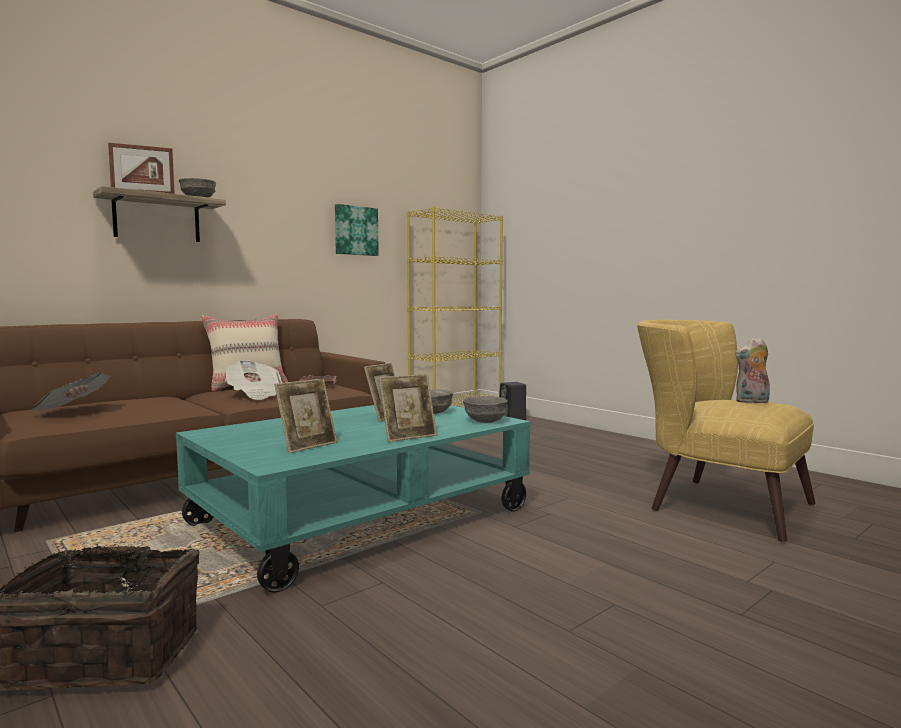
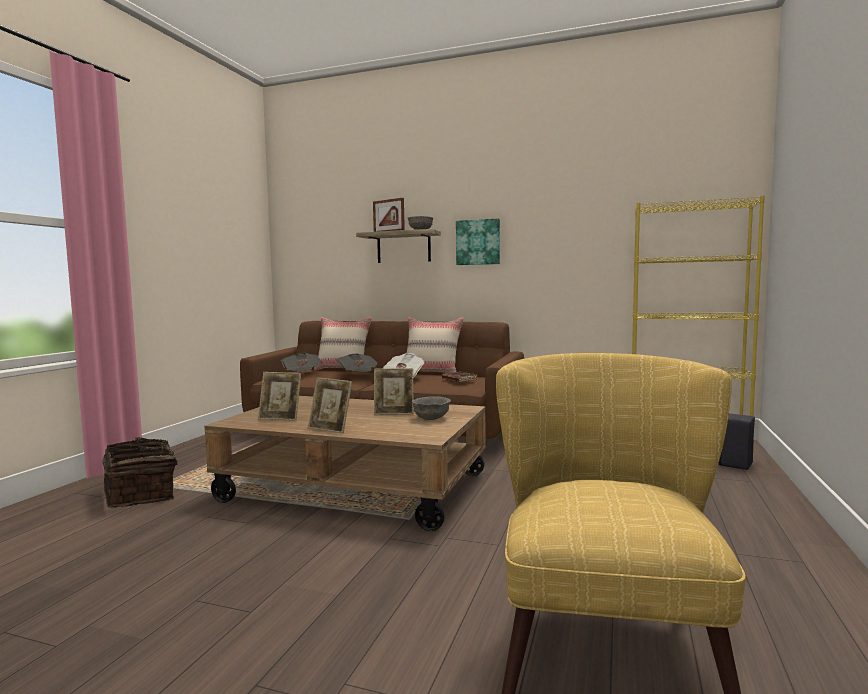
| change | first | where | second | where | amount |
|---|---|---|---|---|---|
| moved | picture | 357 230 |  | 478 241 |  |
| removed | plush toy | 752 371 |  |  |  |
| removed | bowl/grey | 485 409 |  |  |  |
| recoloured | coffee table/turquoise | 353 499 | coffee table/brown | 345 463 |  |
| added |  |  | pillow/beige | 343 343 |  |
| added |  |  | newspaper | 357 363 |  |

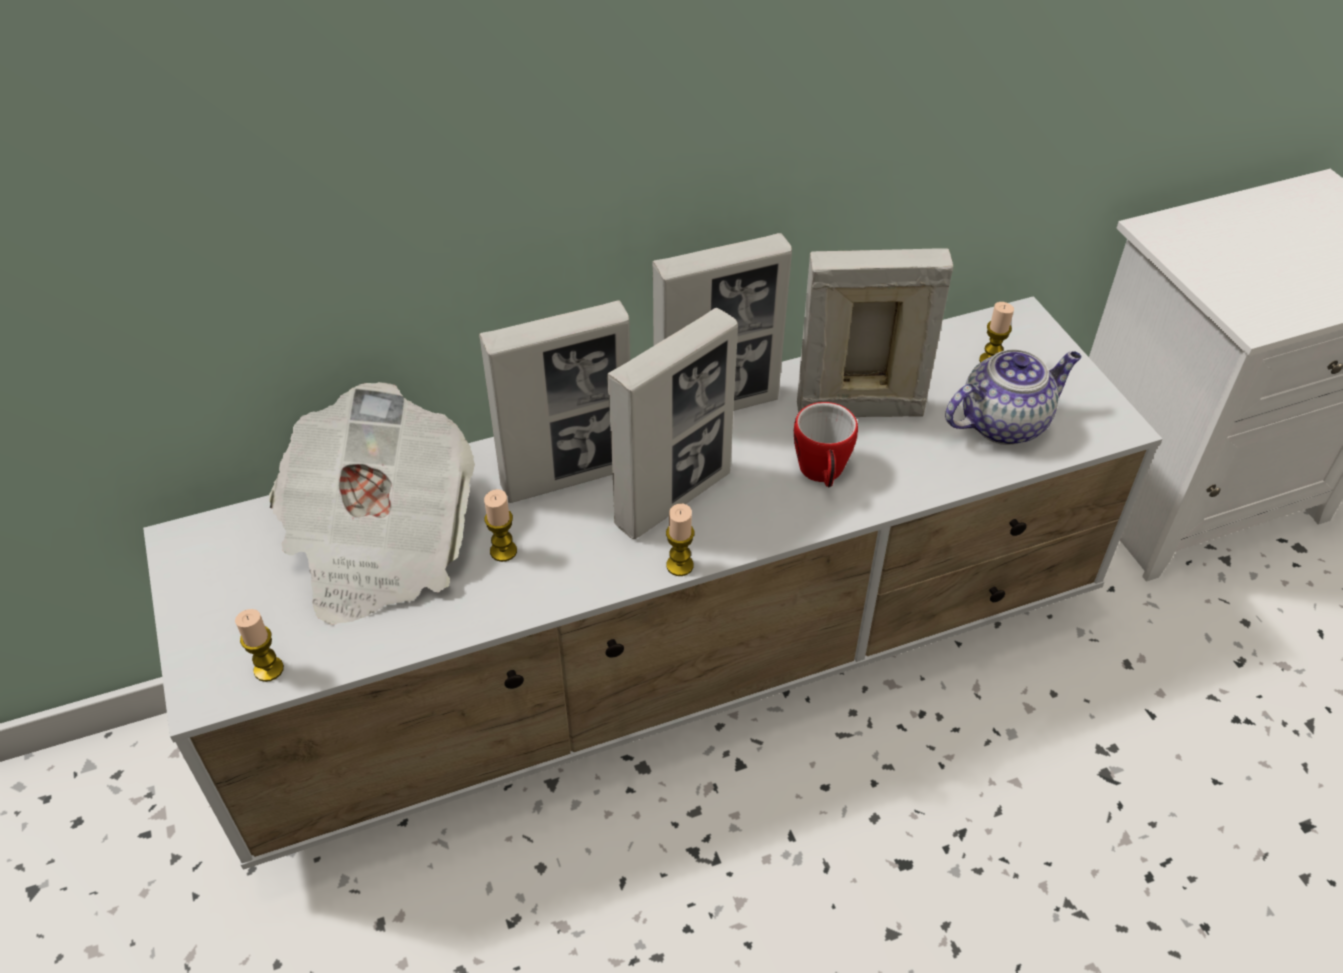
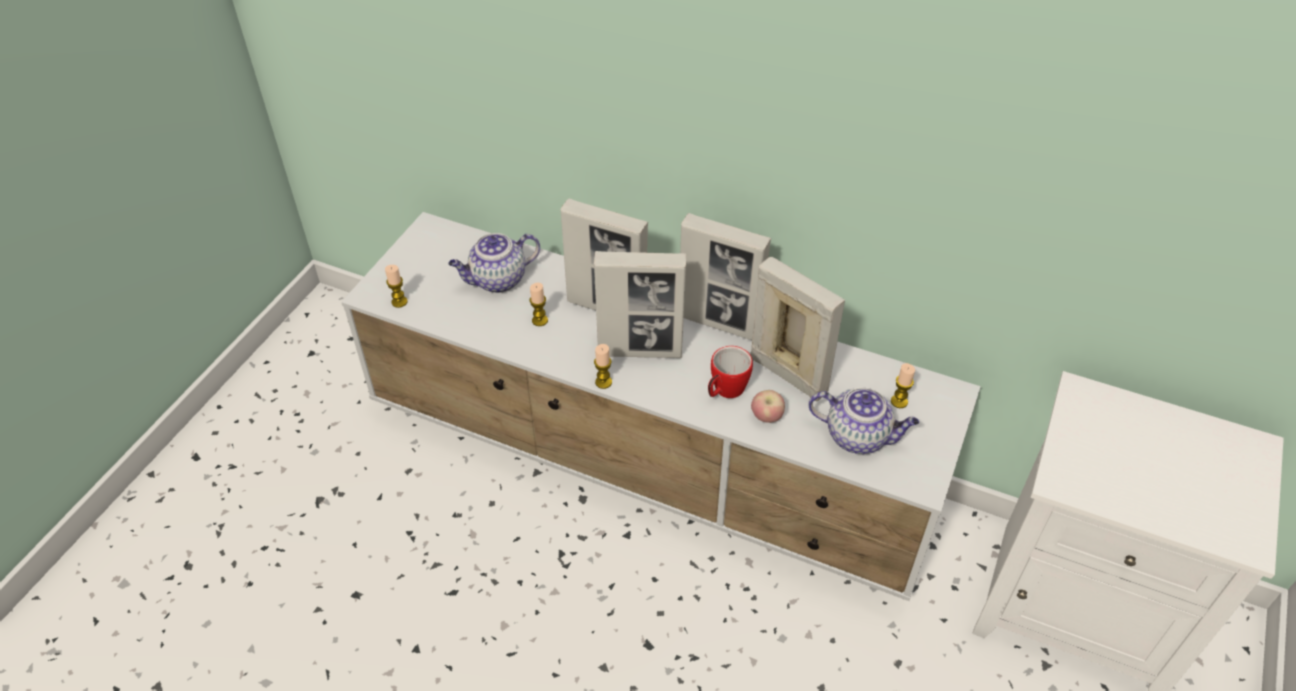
| change | first | where | second | where | amount |
|---|---|---|---|---|---|
| replaced | newspaper | 372 503 | teapot | 494 263 |  |
| added |  |  | apple | 768 406 |  |

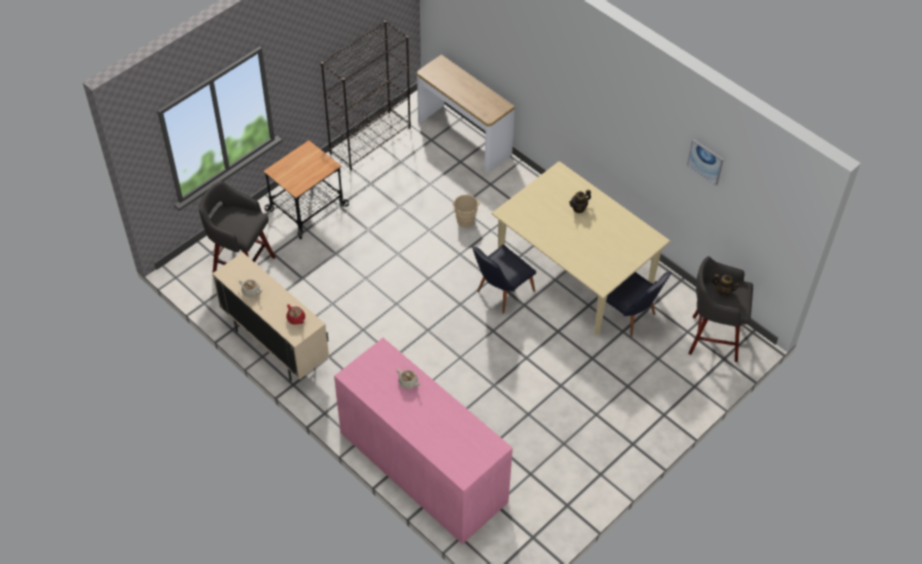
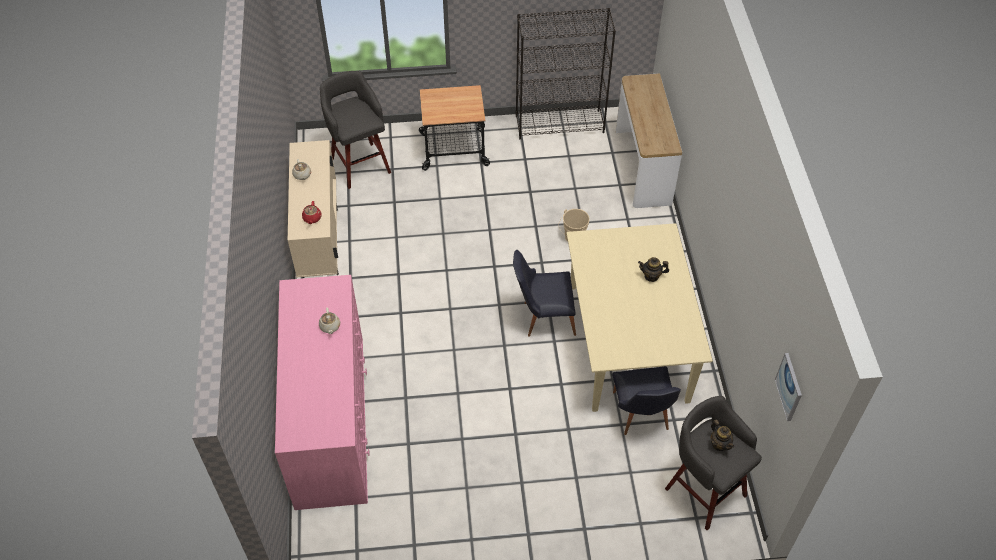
| change | first | where | second | where | amount |
|---|---|---|---|---|---|
| moved | picture | 705 162 |  | 788 387 |  |

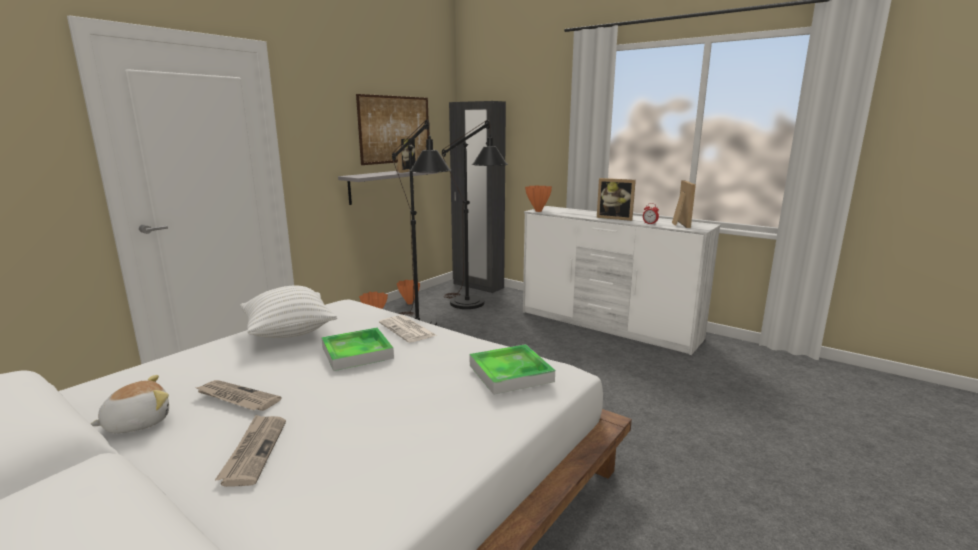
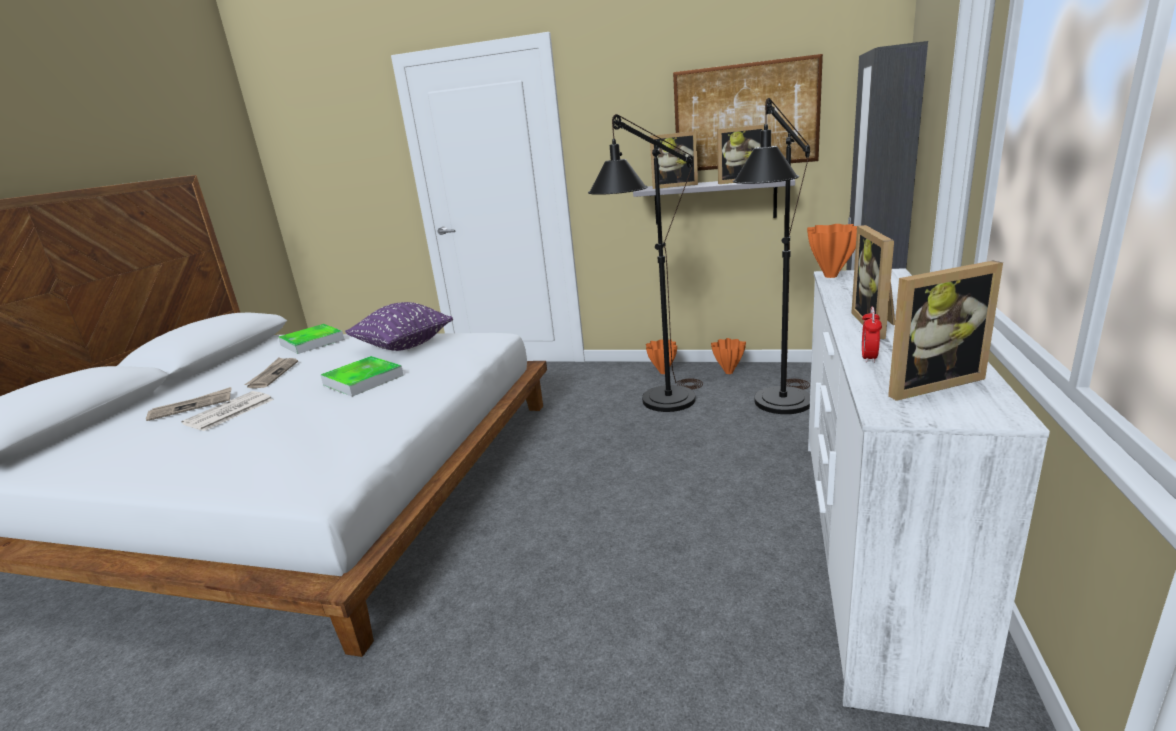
| change | first | where | second | where | amount |
|---|---|---|---|---|---|
| recoloured | pillow/white | 288 311 | pillow/purple | 399 326 |  |
| moved | newspaper | 408 329 |  | 227 411 |  |
| moved | tray | 512 369 |  | 311 339 |  |
| removed | plush toy | 130 404 |  |  |  |
| added |  |  | picture frame | 674 160 |  |

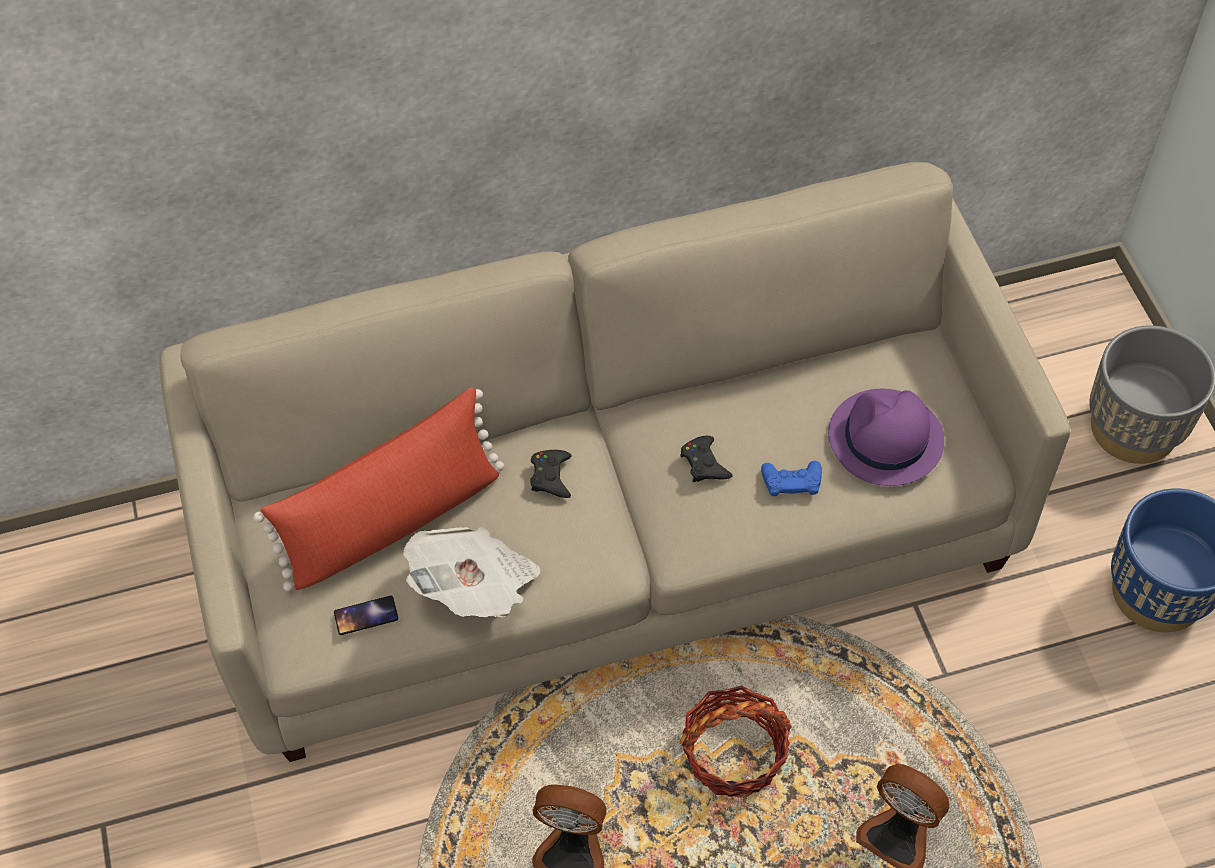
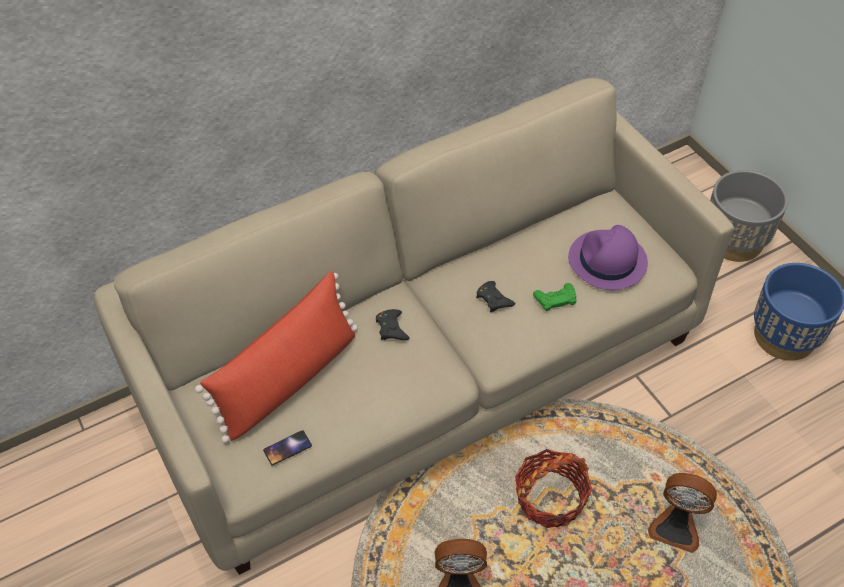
| change | first | where | second | where | amount |
|---|---|---|---|---|---|
| recoloured | game controller/blue | 791 478 | game controller/green | 555 297 |  |
| removed | newspaper | 472 572 |  |  |  |

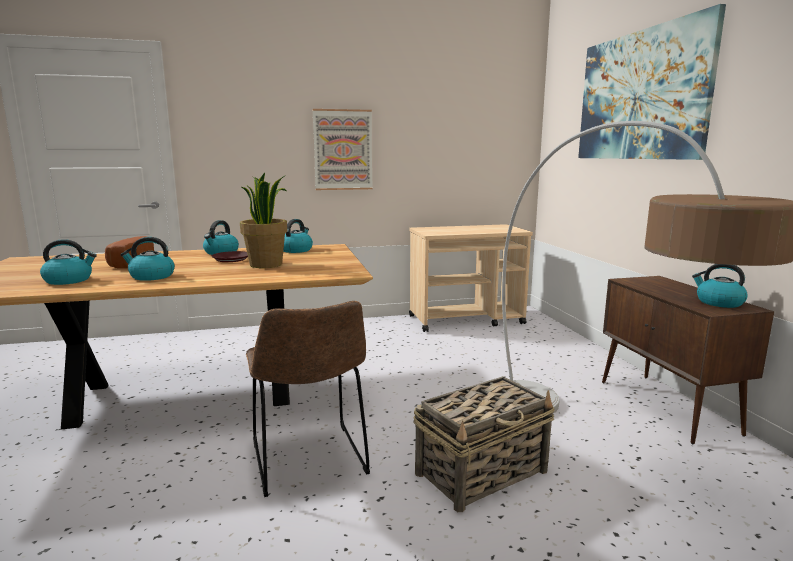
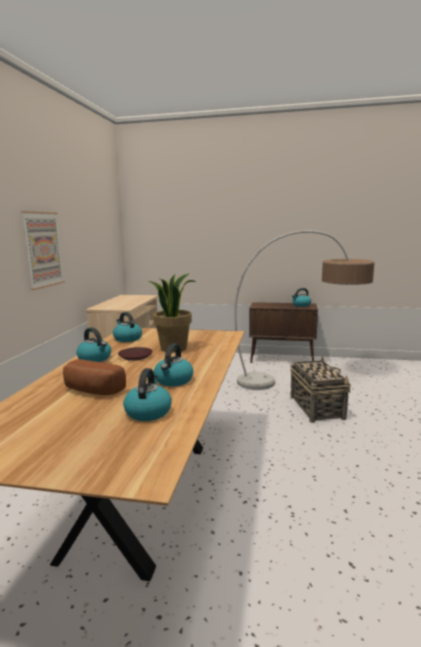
| change | first | where | second | where | amount |
|---|---|---|---|---|---|
| removed | picture | 652 82 |  |  |  |
| removed | chair/brown | 308 399 |  |  |  |

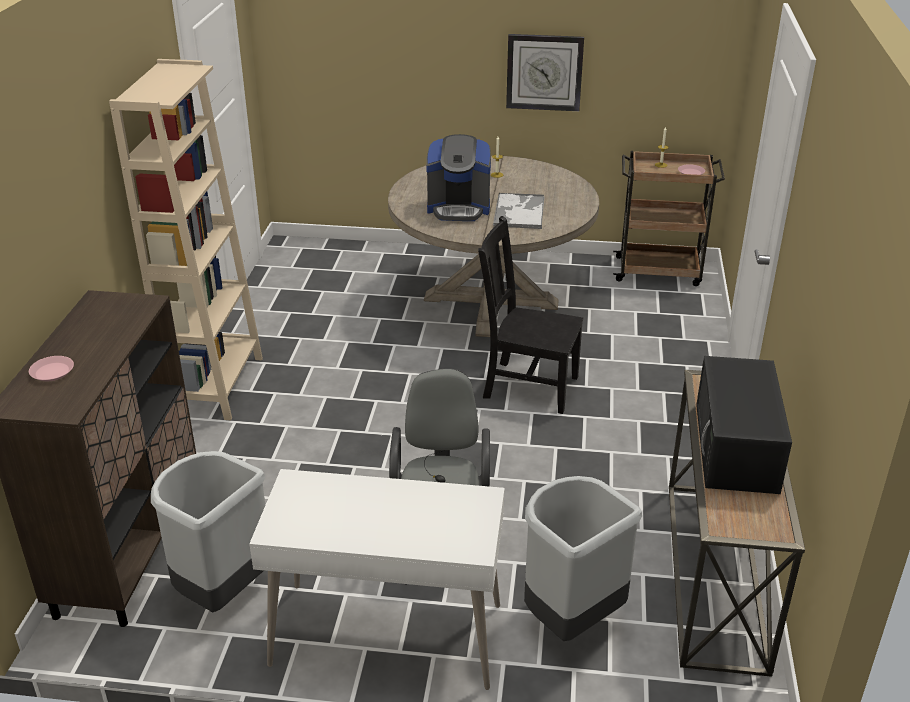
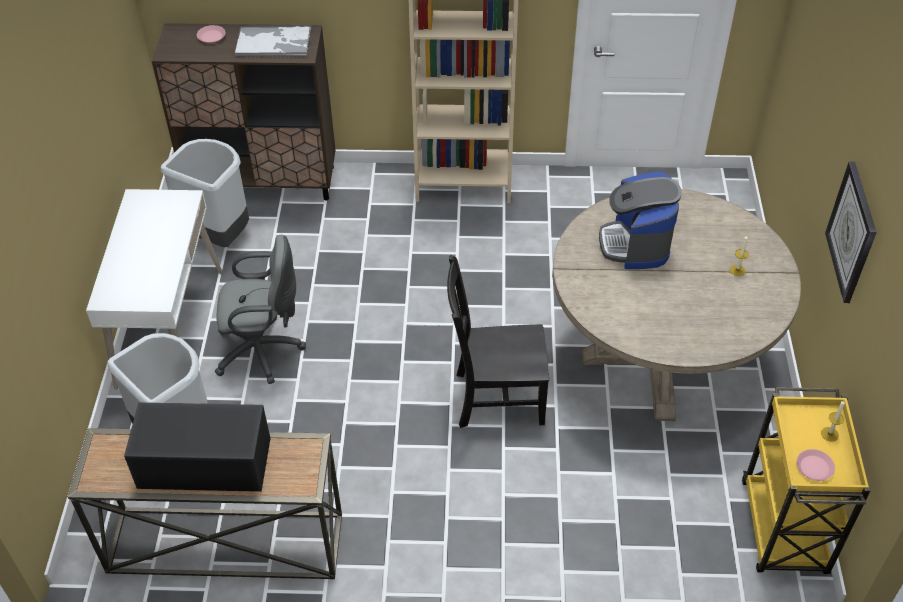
| change | first | where | second | where | amount |
|---|---|---|---|---|---|
| recoloured | cart/brown | 669 218 | cart/yellow | 806 480 |  |
| moved | tray | 519 211 |  | 272 40 |  |
| turned | chair/black | 530 315 |  | 498 341 | 105 degrees counterclockwise |

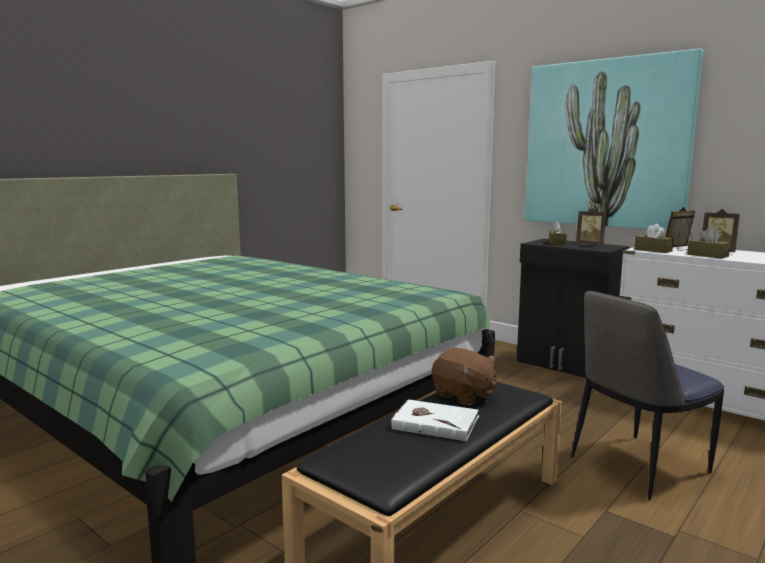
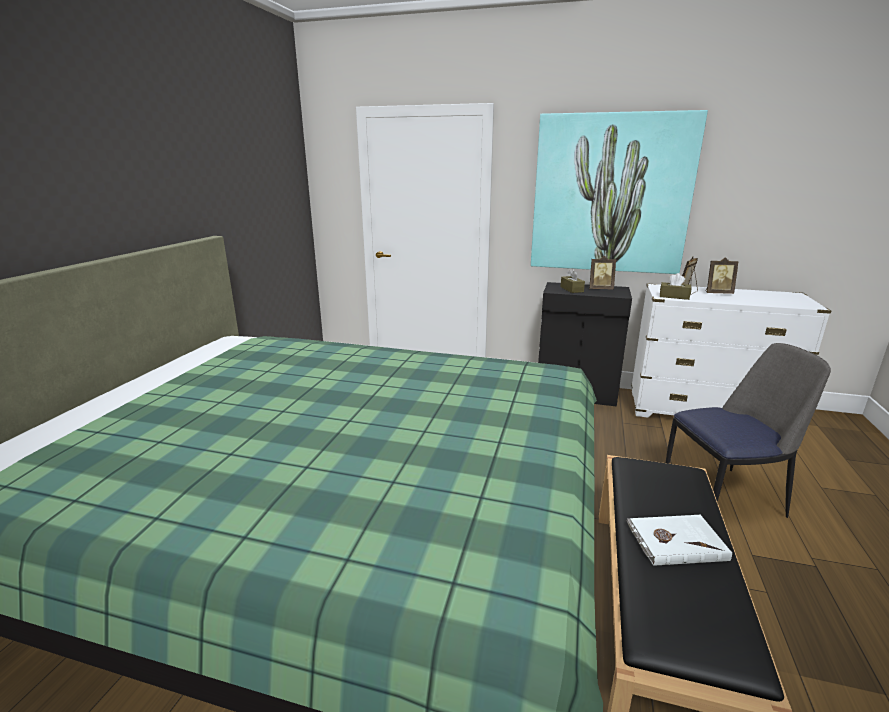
| change | first | where | second | where | amount |
|---|---|---|---|---|---|
| removed | tissue box/brown | 708 243 |  |  |  |
| turned | chair | 647 396 |  | 748 430 | 135 degrees counterclockwise |
| removed | plush toy/brown | 464 376 |  |  |  |

